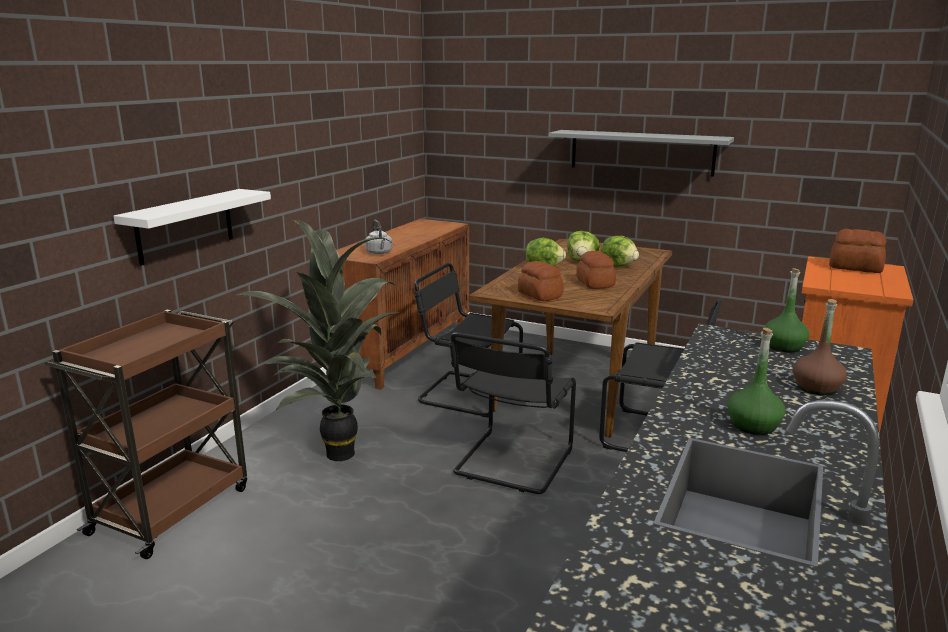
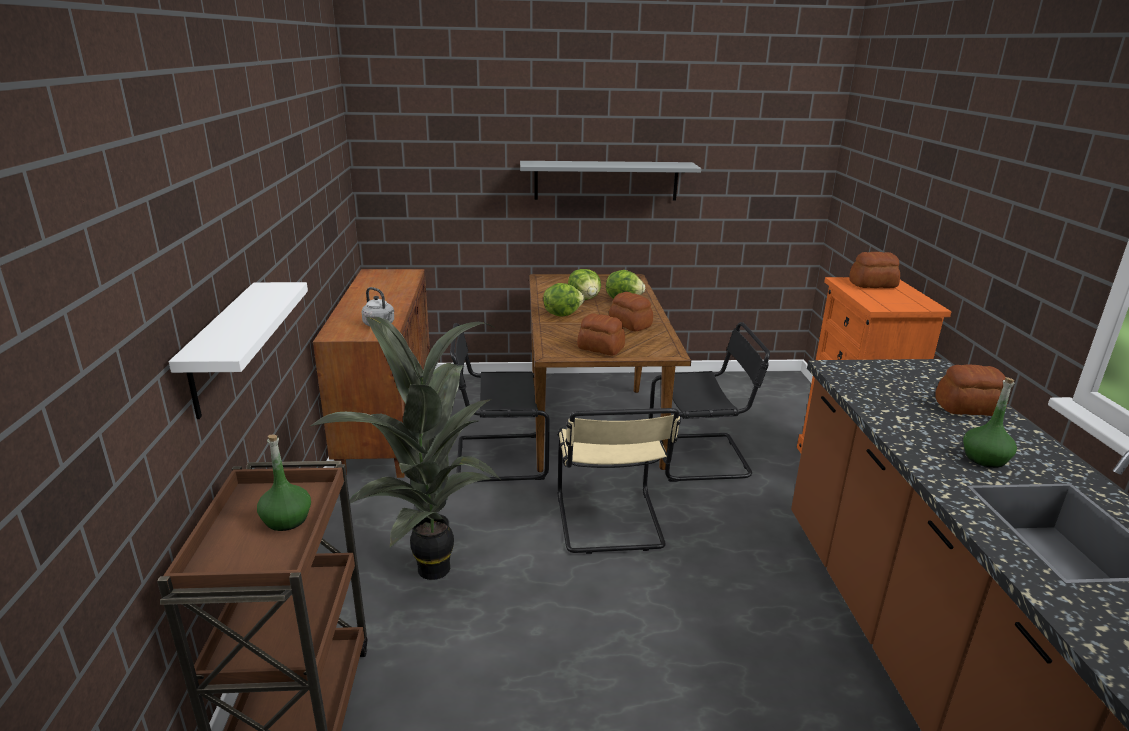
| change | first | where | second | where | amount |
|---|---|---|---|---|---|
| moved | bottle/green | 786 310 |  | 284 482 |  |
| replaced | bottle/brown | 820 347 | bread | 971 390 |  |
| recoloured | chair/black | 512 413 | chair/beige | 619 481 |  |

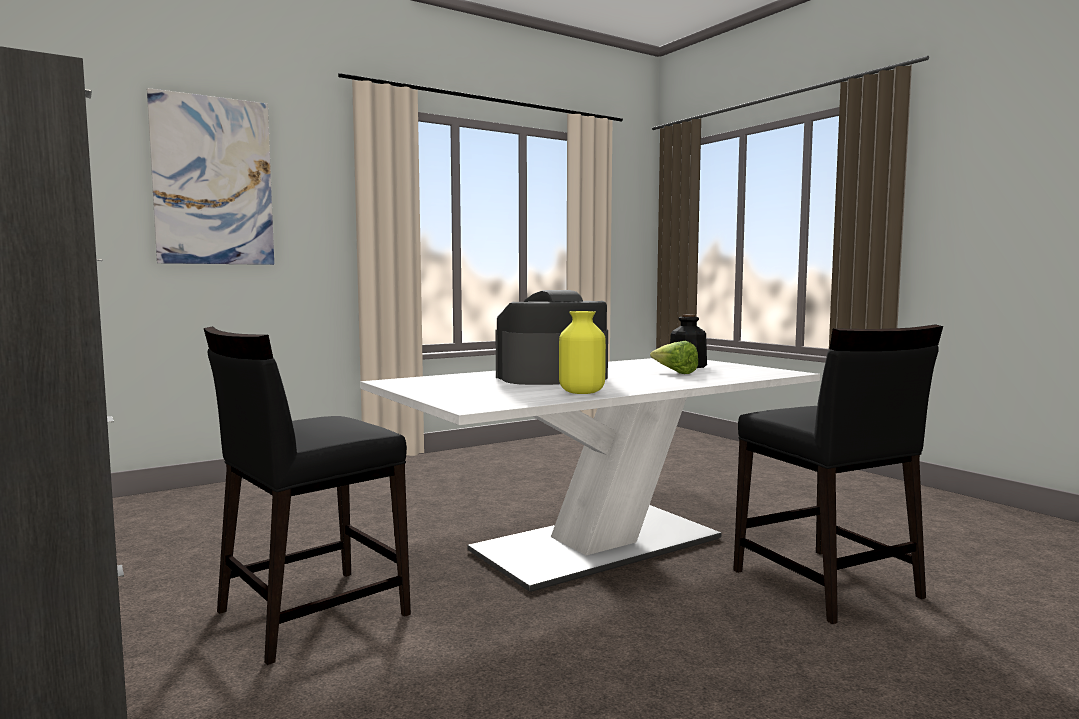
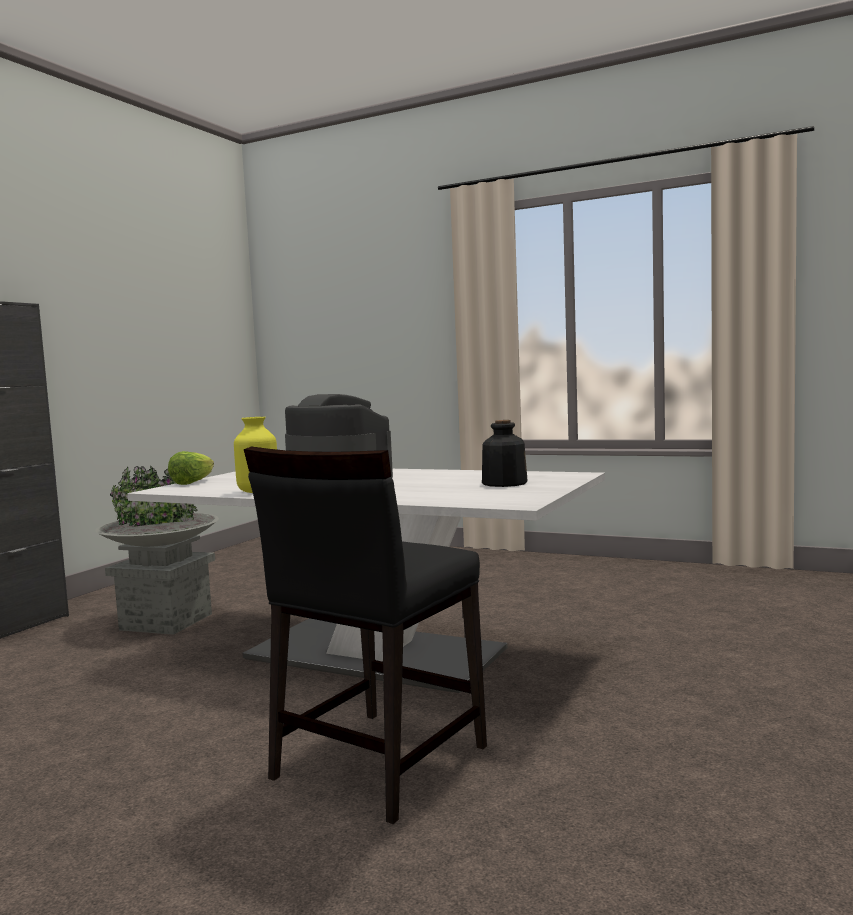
| change | first | where | second | where | amount |
|---|---|---|---|---|---|
| removed | picture | 210 176 |  |  |  |
| replaced | chair/black | 307 495 | planter/grey | 157 550 |  |
| moved | lettuce | 674 357 |  | 191 468 |  |

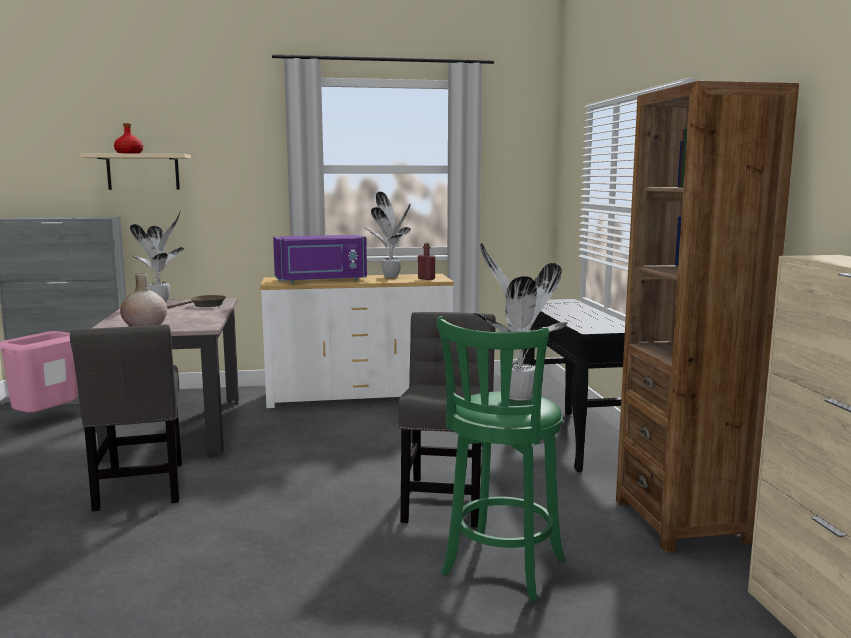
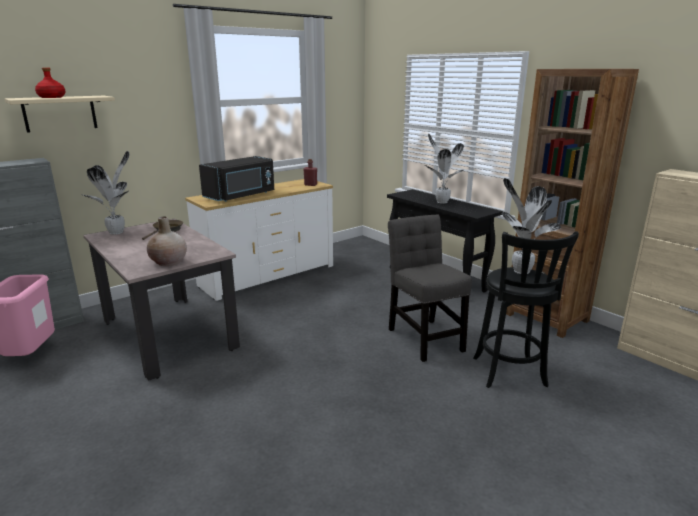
| change | first | where | second | where | amount |
|---|---|---|---|---|---|
| moved | potted plant | 387 235 |  | 444 169 |  |
| recoloured | microwave/purple | 320 259 | microwave/black | 236 179 |  |
| recoloured | stool/green | 501 458 | stool/black | 526 309 |  |
| removed | chair/grey | 126 418 |  |  |  |

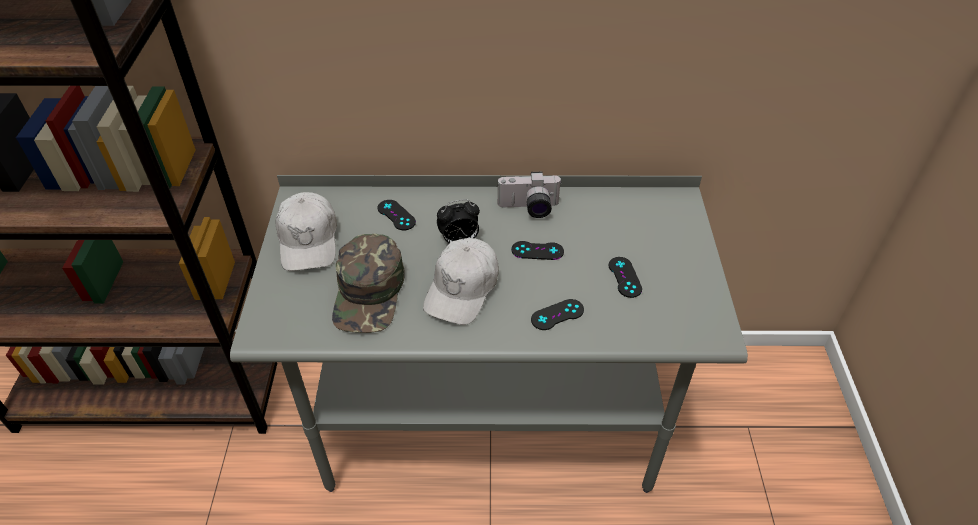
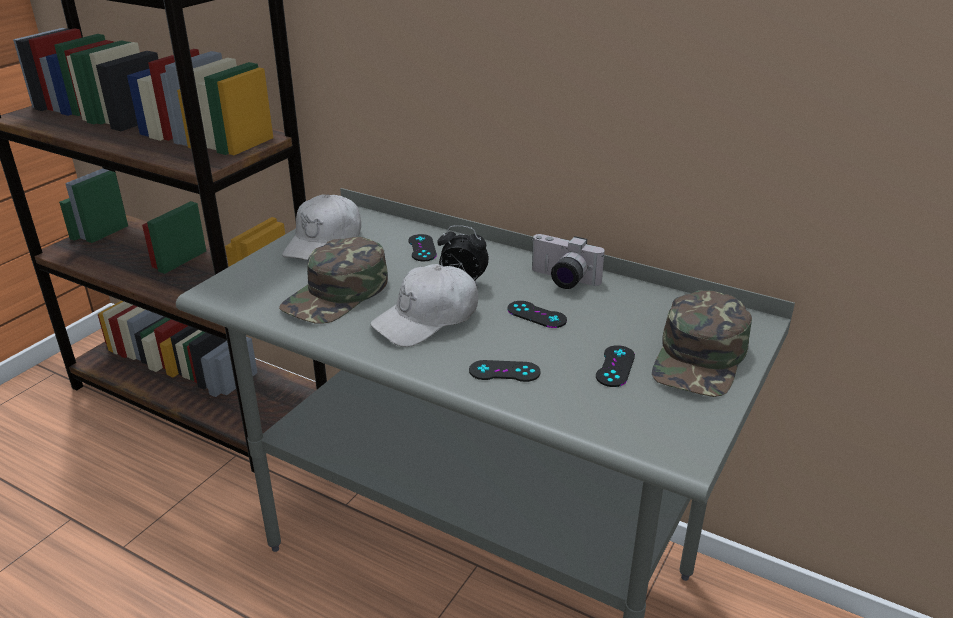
| change | first | where | second | where | amount |
|---|---|---|---|---|---|
| added |  |  | cap/green | 702 343 |  |

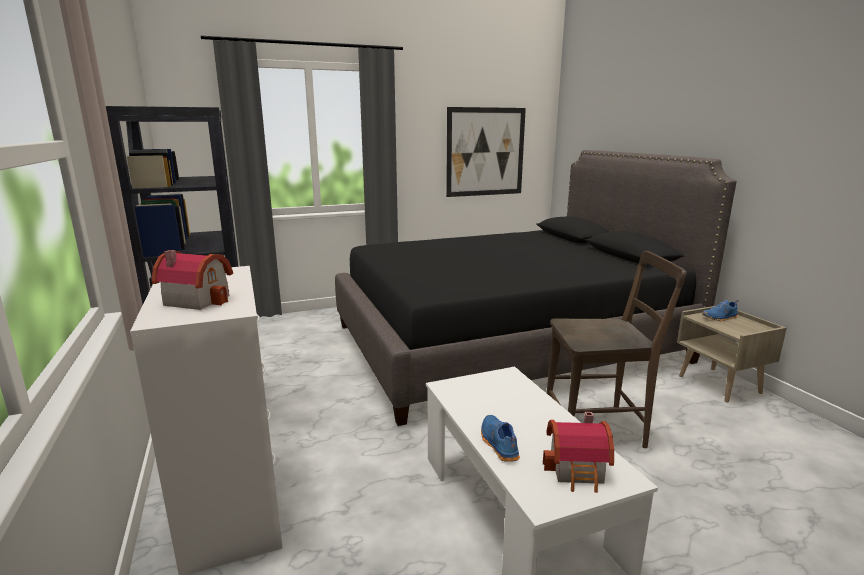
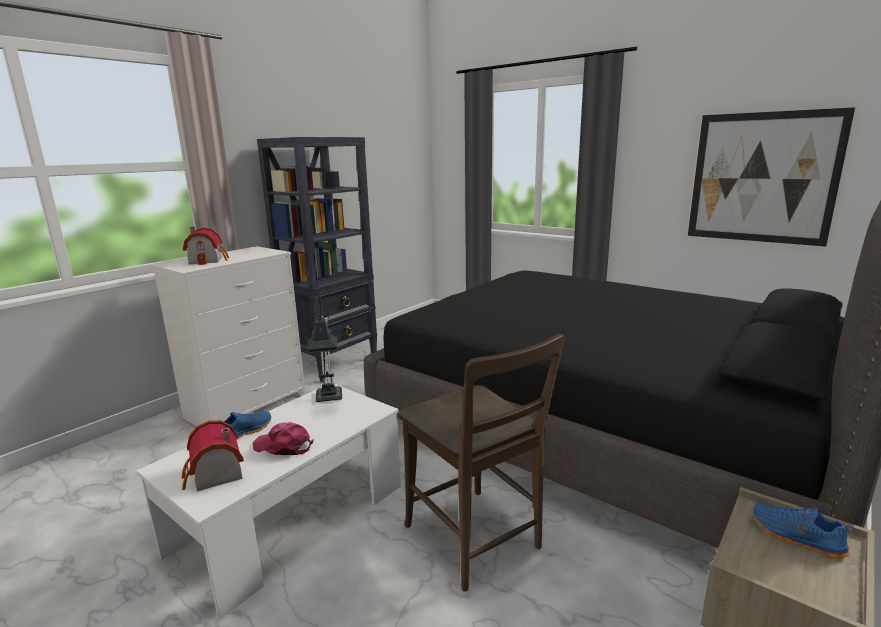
| change | first | where | second | where | amount |
|---|---|---|---|---|---|
| added |  |  | table lamp | 324 357 |  |
| added |  |  | cap/pink | 283 438 |  |

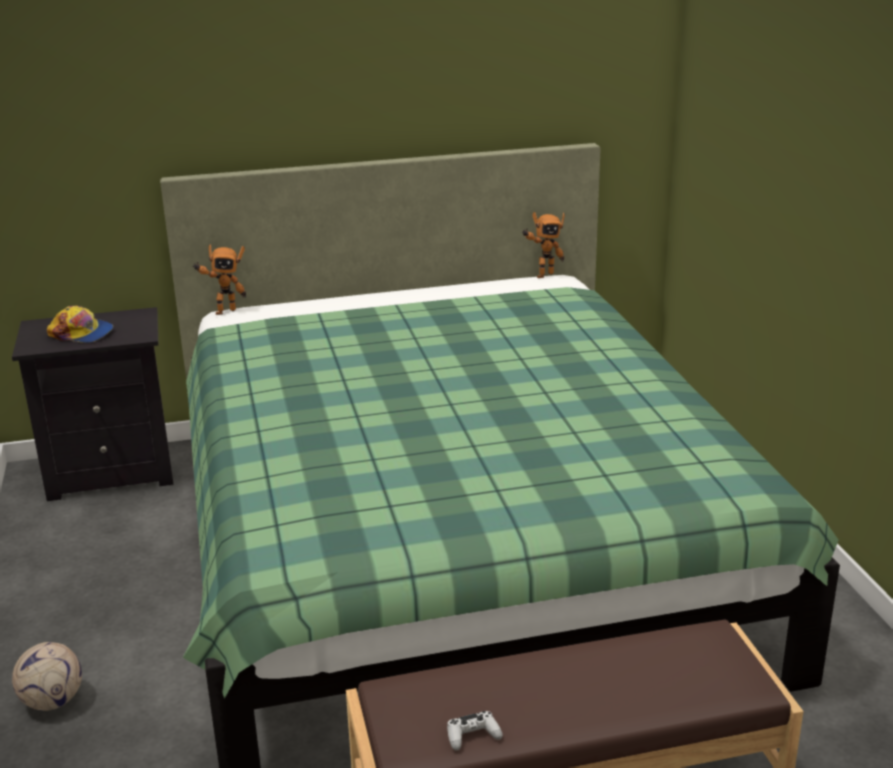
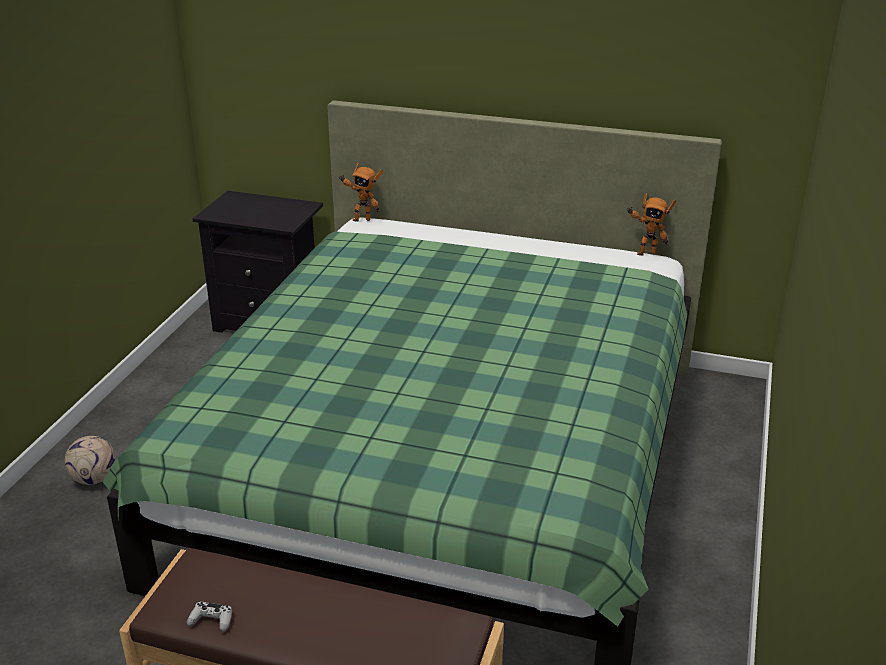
| change | first | where | second | where | amount |
|---|---|---|---|---|---|
| removed | cap | 80 324 |  |  |  |

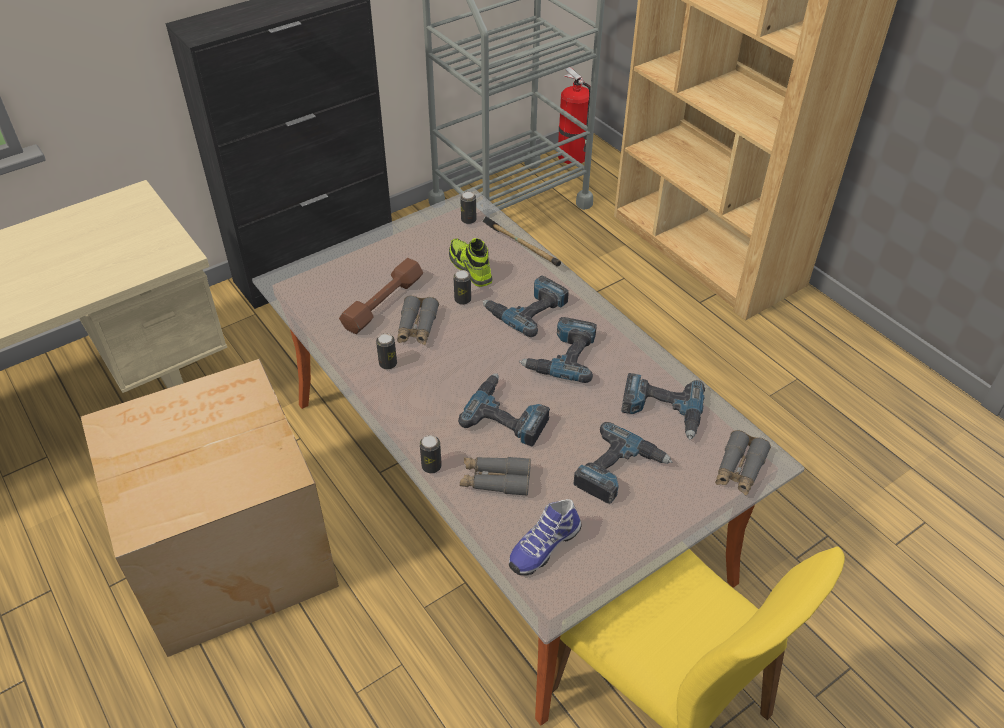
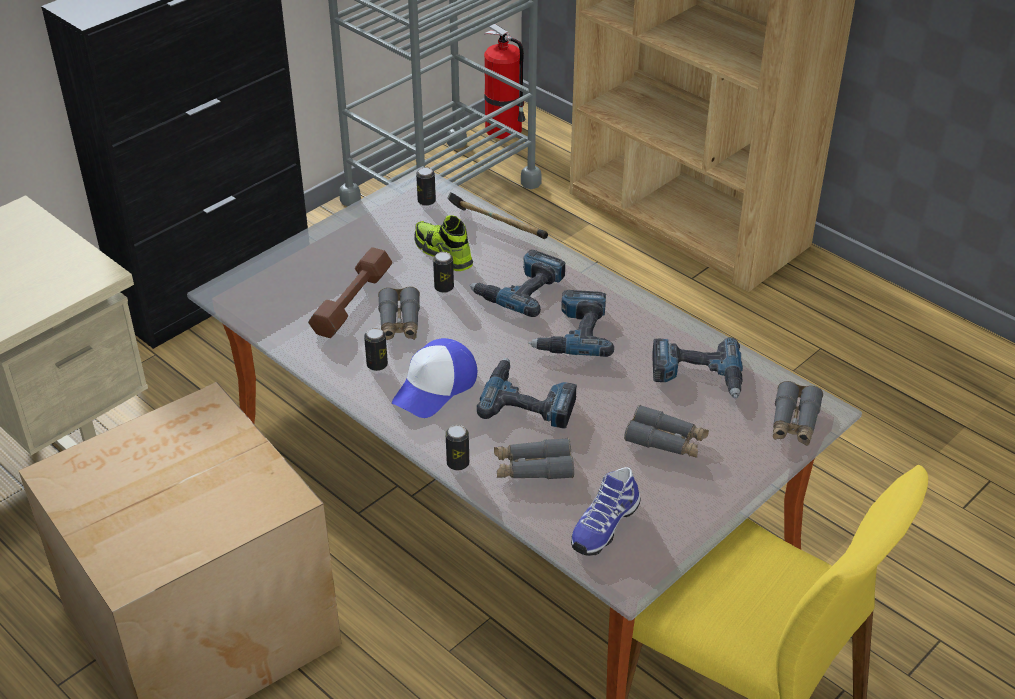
| change | first | where | second | where | amount |
|---|---|---|---|---|---|
| replaced | power drill | 623 463 | binoculars/grey | 666 431 |  |
| added |  |  | cap | 434 378 |  |

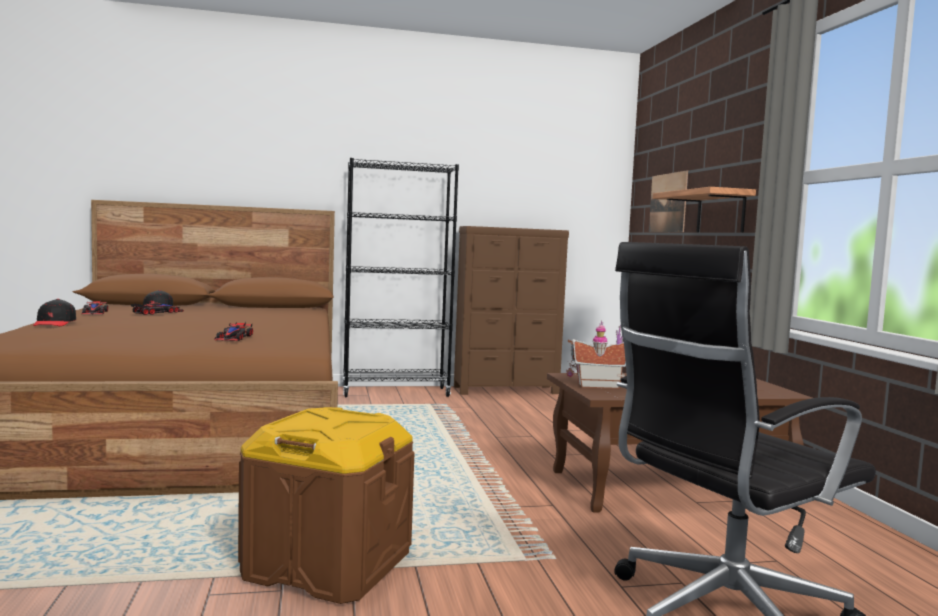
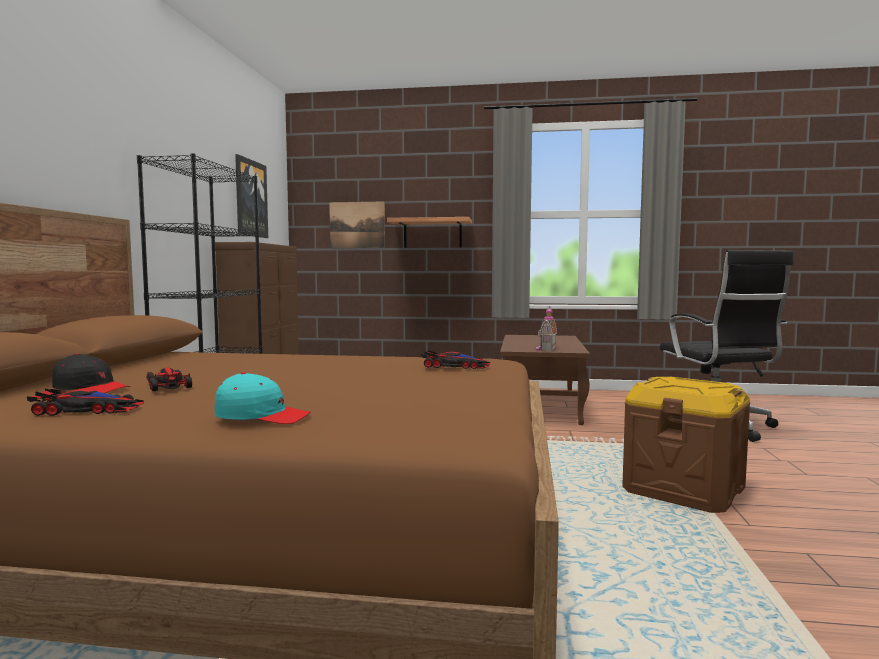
| change | first | where | second | where | amount |
|---|---|---|---|---|---|
| recoloured | cap/black | 54 312 | cap/turquoise | 263 398 |  |
| added |  |  | picture | 251 196 |  |

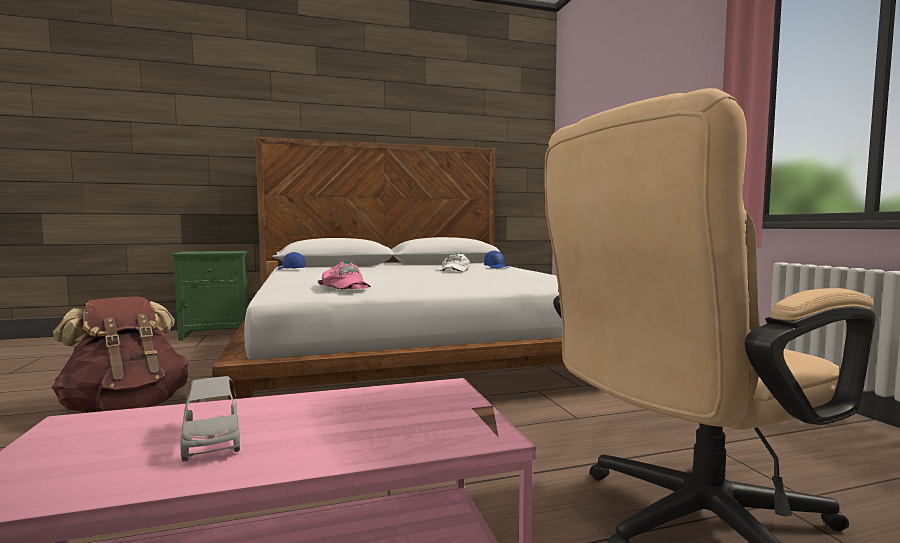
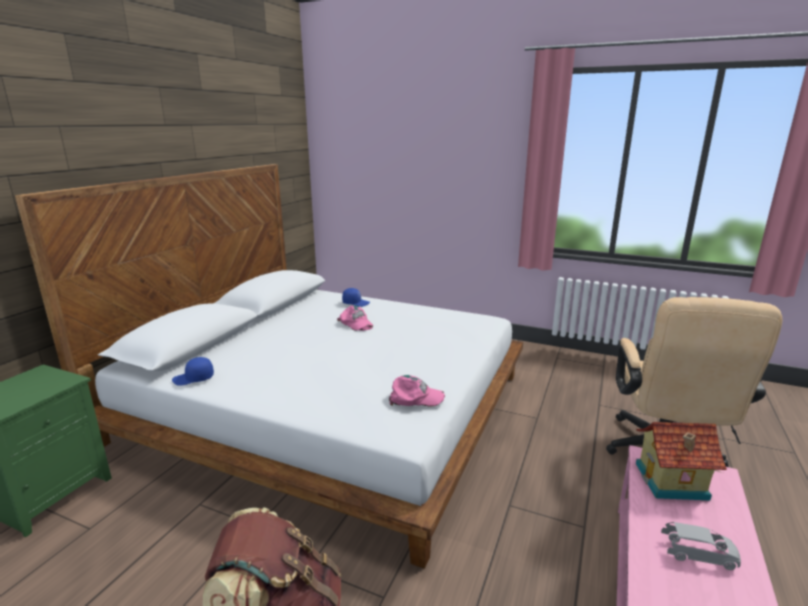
| change | first | where | second | where | amount |
|---|---|---|---|---|---|
| recoloured | cap/white | 455 262 | cap/pink | 355 318 |  |
| added |  |  | toy house | 681 461 |  |

